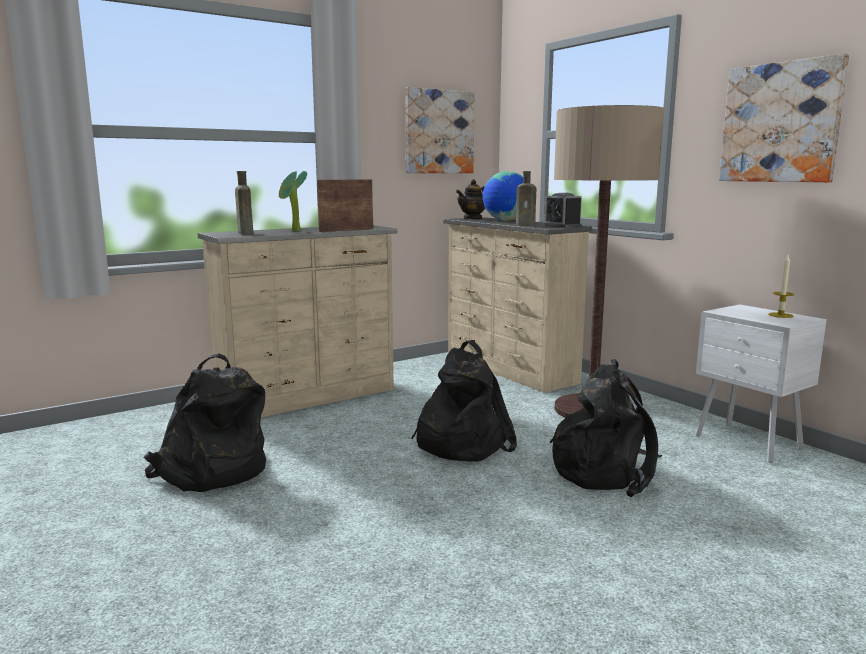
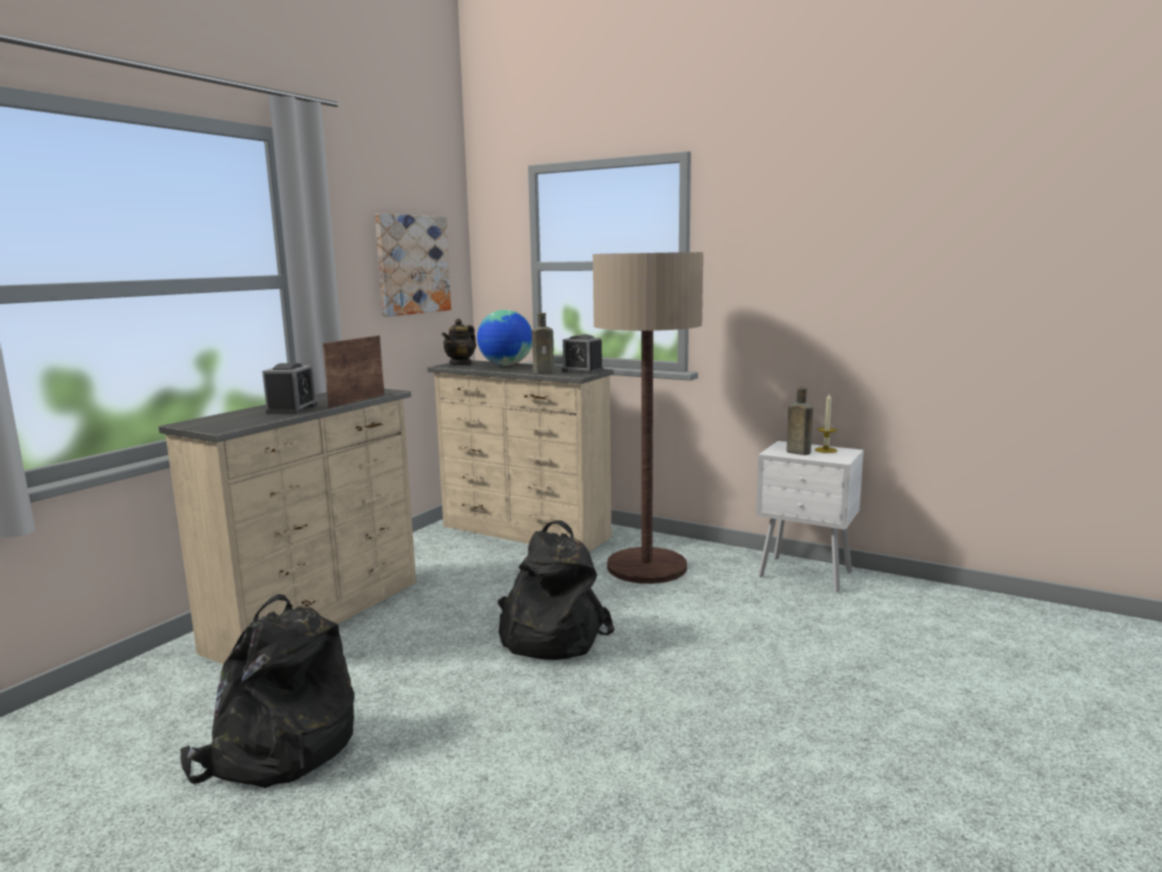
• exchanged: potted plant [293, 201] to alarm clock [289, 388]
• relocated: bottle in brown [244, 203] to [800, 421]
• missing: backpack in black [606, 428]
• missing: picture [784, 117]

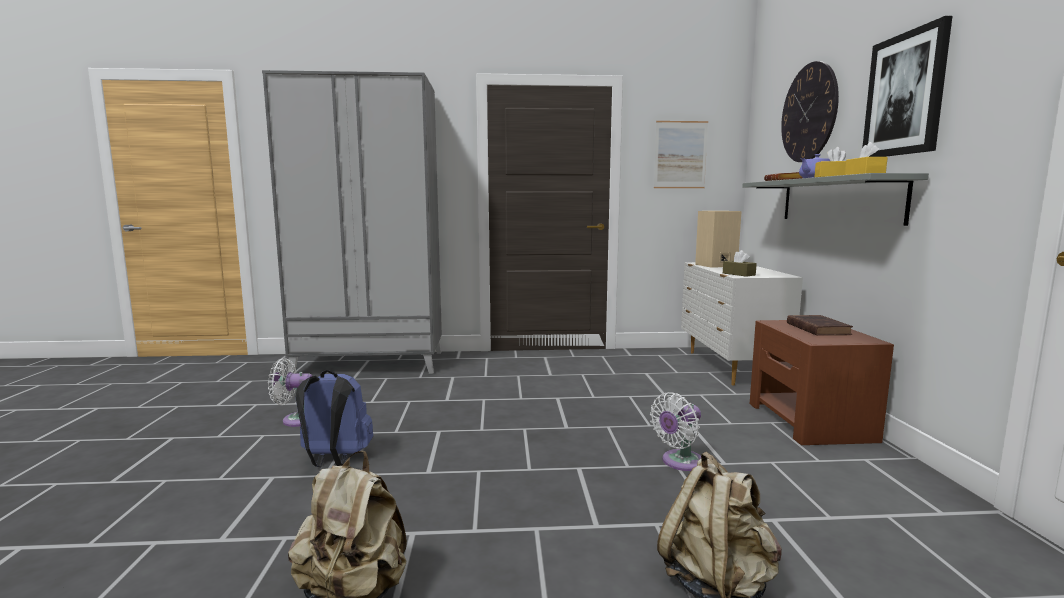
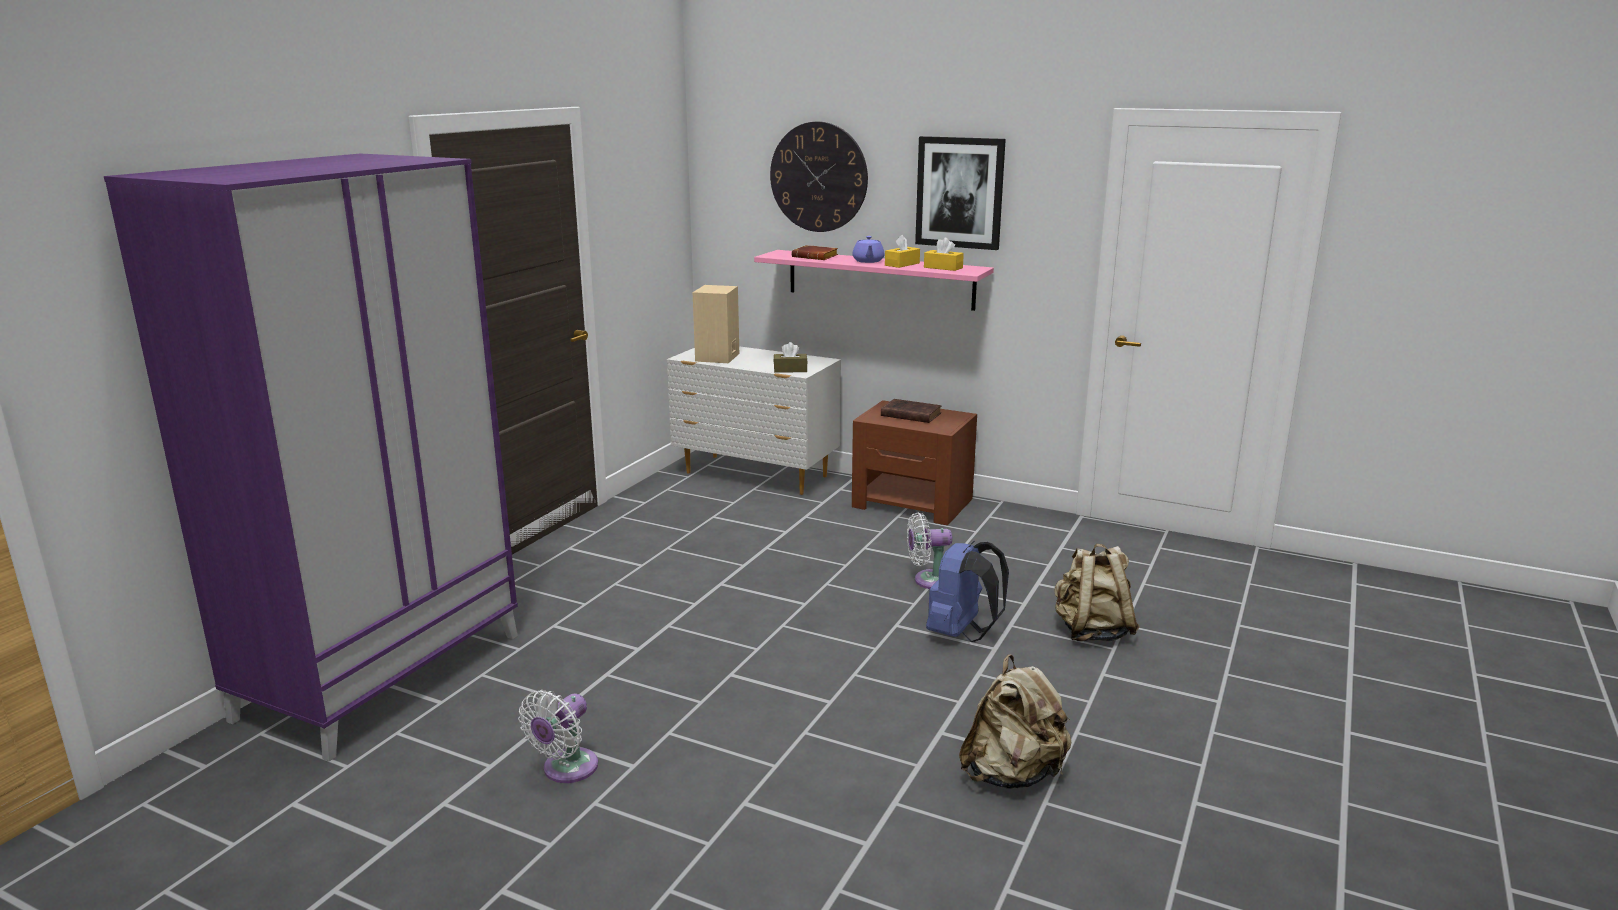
• colour: wardrobe in grey [352, 222] to wardrobe in purple [311, 457]
• colour: shelf in grey [835, 199] to shelf in pink [874, 280]
• spun: fan in white [675, 431] = [929, 551] 90 degrees clockwise
• relocated: backpack in blue [334, 418] to [967, 591]
• missing: picture [681, 154]

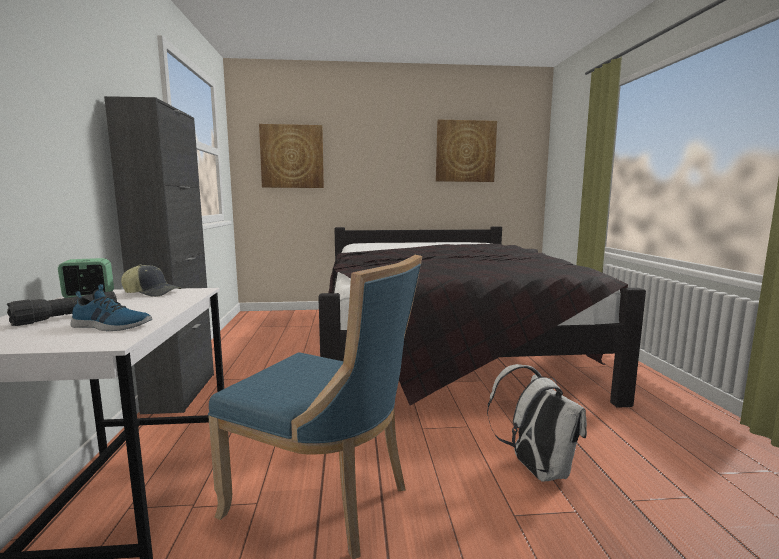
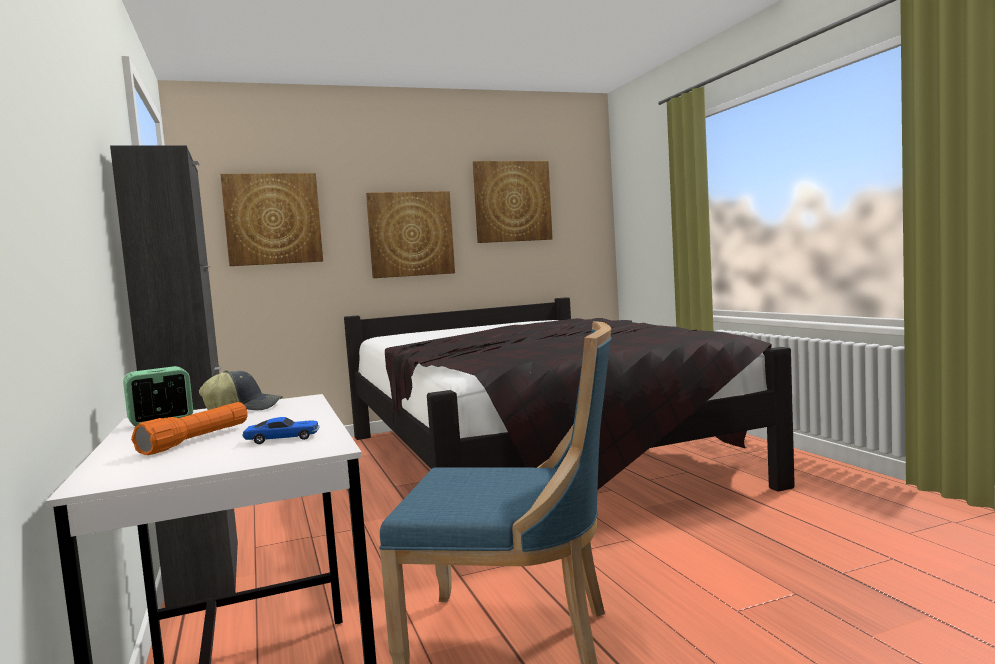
• colour: flashlight in black [62, 308] to flashlight in orange [189, 428]
• exchanged: shoe [111, 307] to toy car [281, 430]
• appeared: picture [410, 234]
• missing: backpack in white [537, 423]

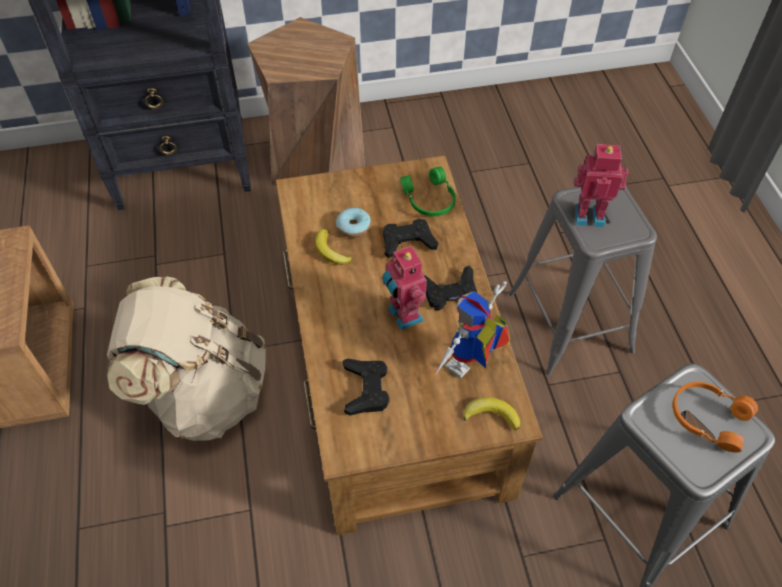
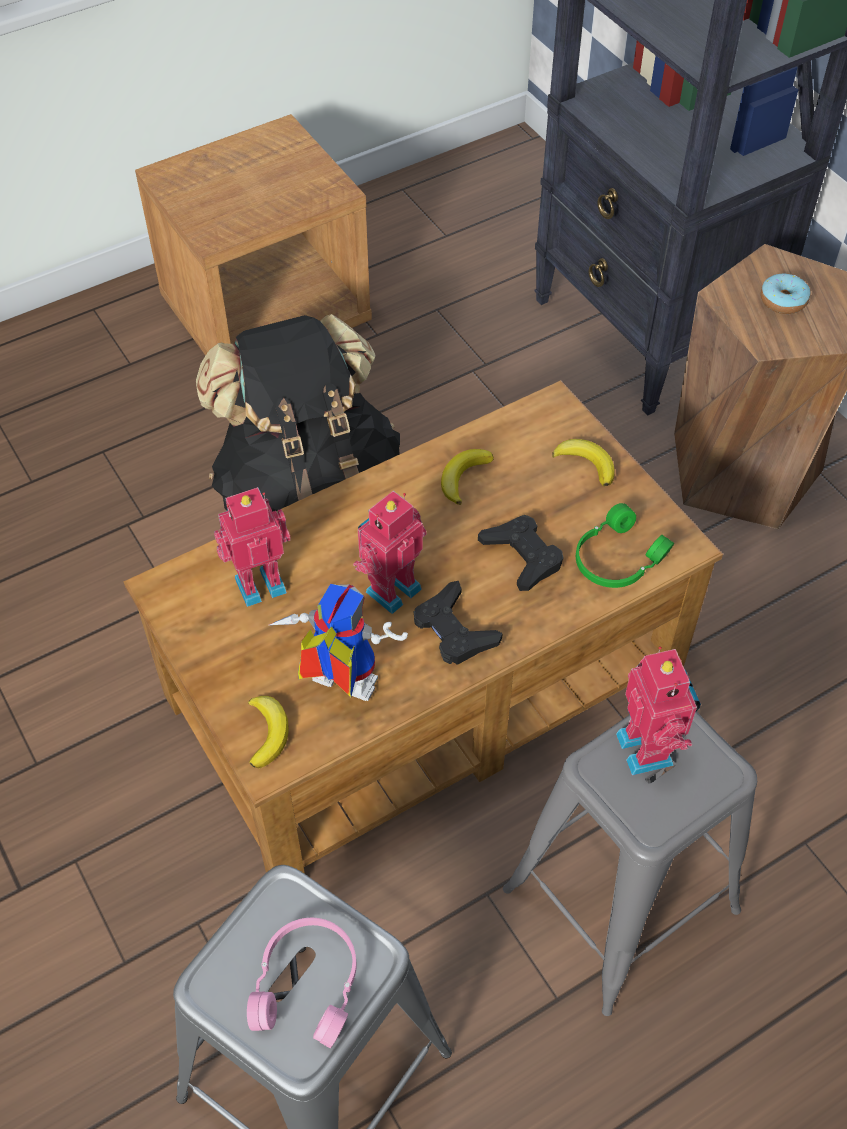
• colour: backpack in beige [186, 358] to backpack in black [298, 412]
• exchanged: game controller in black [366, 387] to toy robot [252, 547]
• colour: headphones in orange [715, 417] to headphones in pink [301, 983]
• appeared: banana [583, 462]
• relocated: donut [353, 223] to [785, 294]

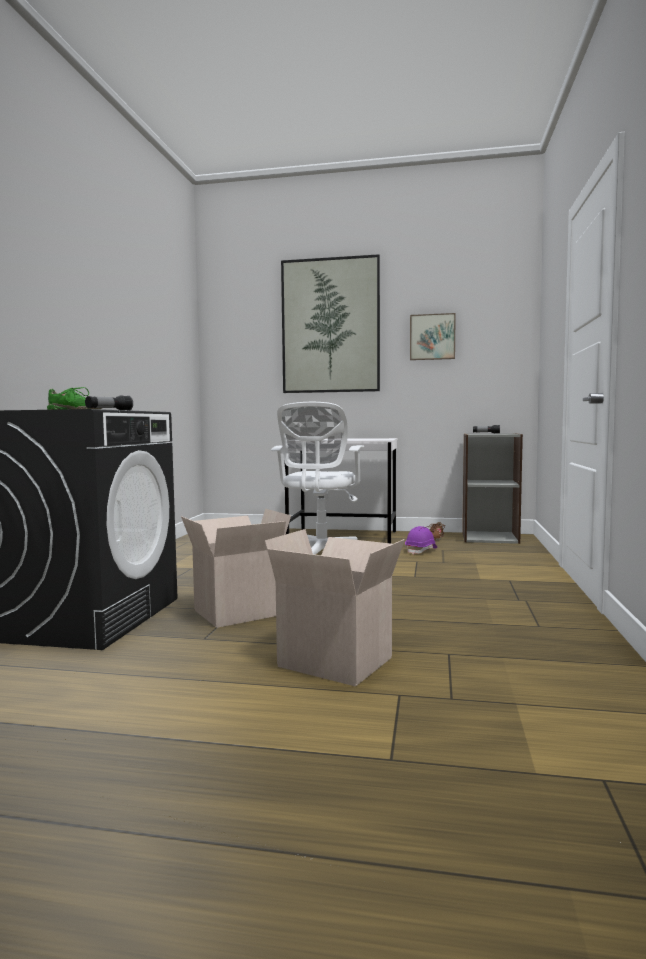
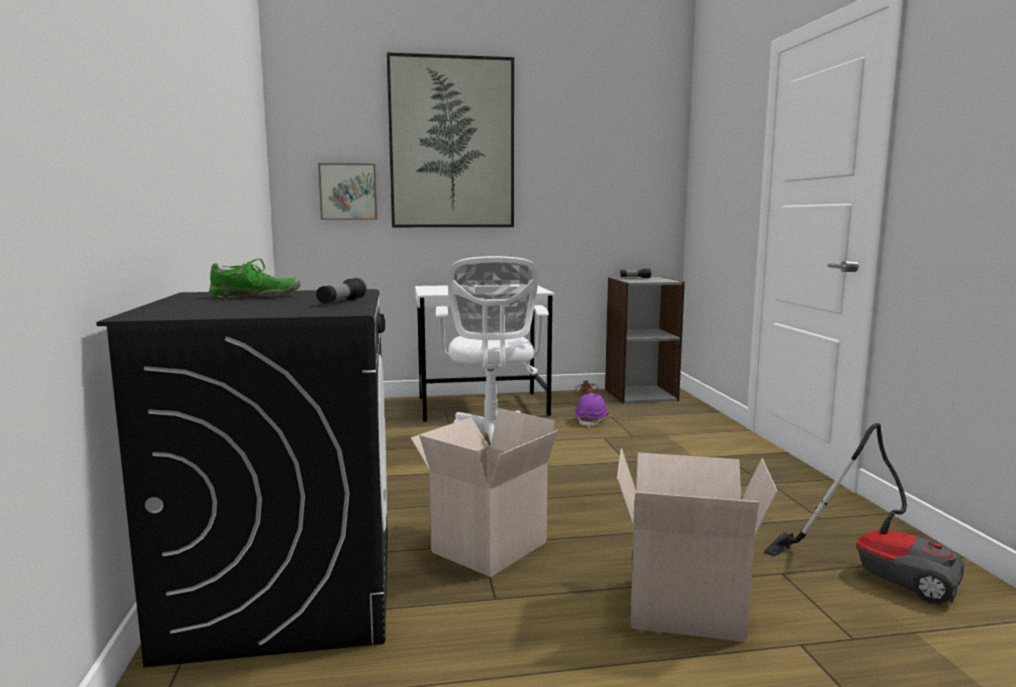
• relocated: picture [433, 336] to [347, 191]
• appeared: vacuum cleaner [864, 513]

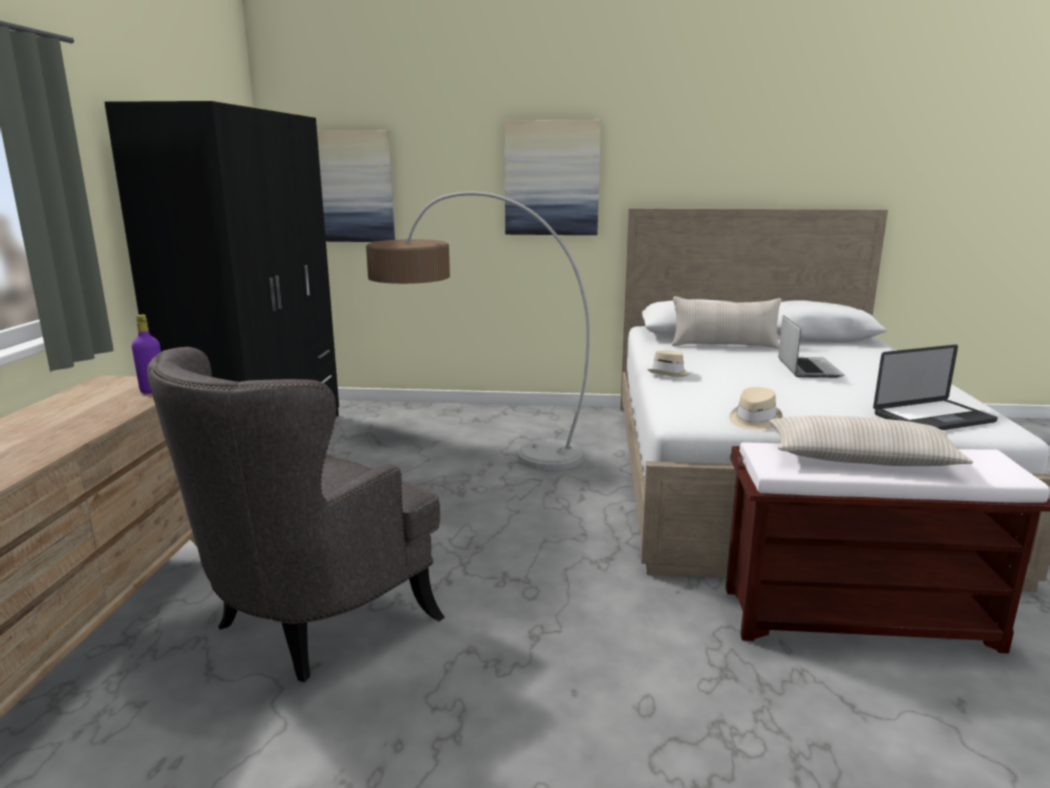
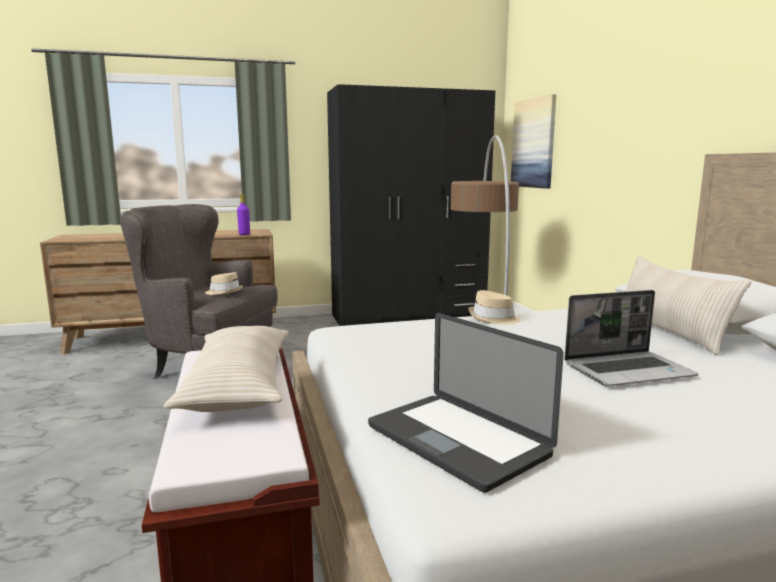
• relocated: hat in beige [756, 408] to [224, 283]
• missing: picture [552, 177]

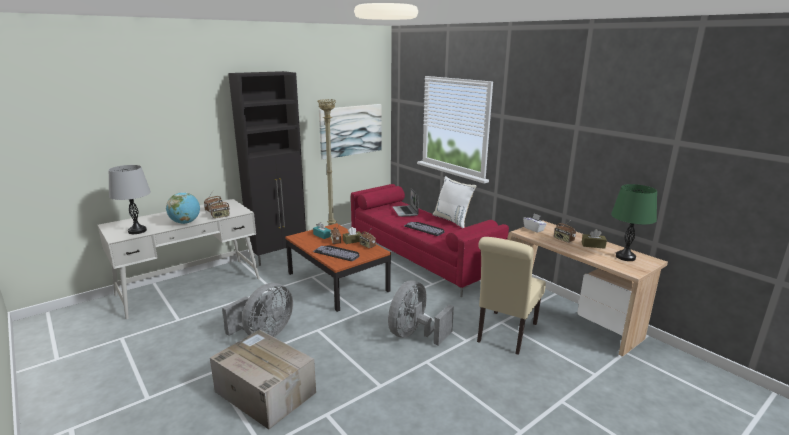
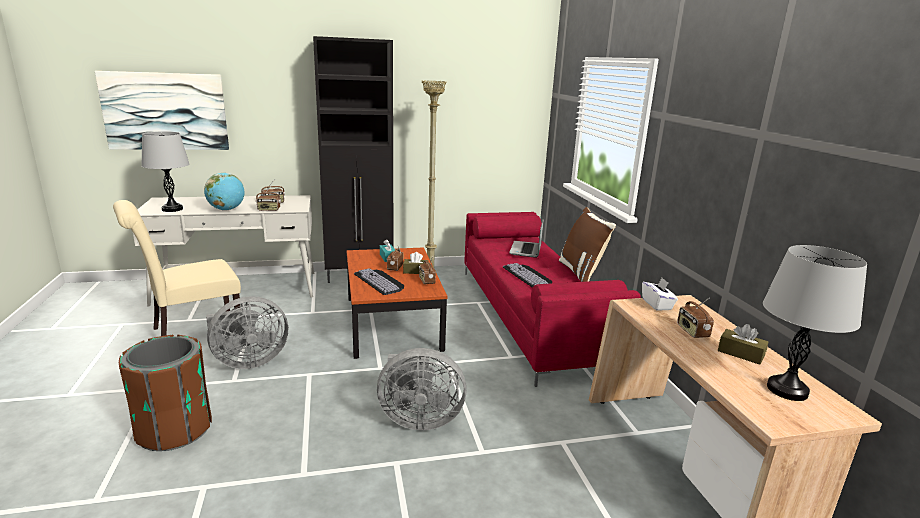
• relocated: picture [350, 132] to [162, 110]
• relocated: chair in beige [511, 296] to [177, 268]
• exchanged: cardboard box [263, 380] to trash can in brown [165, 393]
• spun: fan in grey [421, 313] = [422, 389] 150 degrees counterclockwise
• colour: pillow in white [454, 202] to pillow in brown [587, 244]
• colour: table lamp in green [634, 222] to table lamp in grey [815, 323]

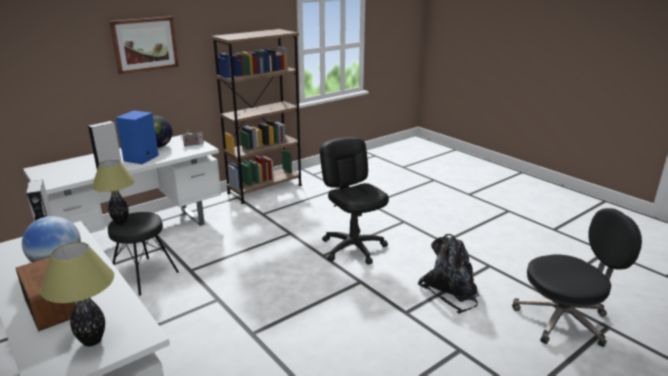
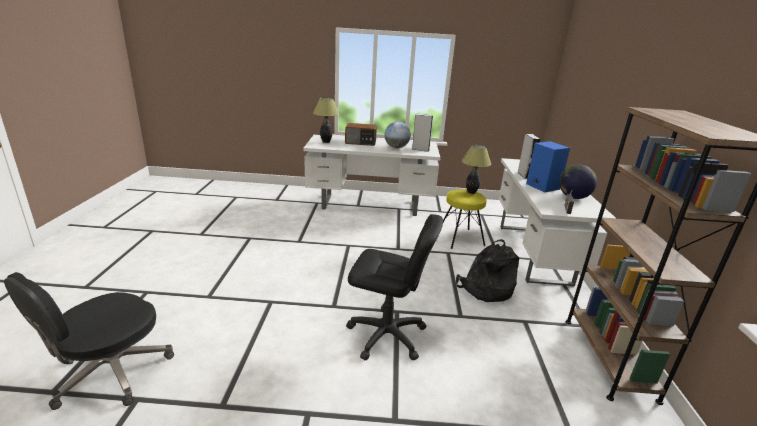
• colour: stool in black [143, 254] to stool in yellow [465, 219]
• relocated: backpack in black [448, 274] to [487, 270]
• missing: picture [144, 45]

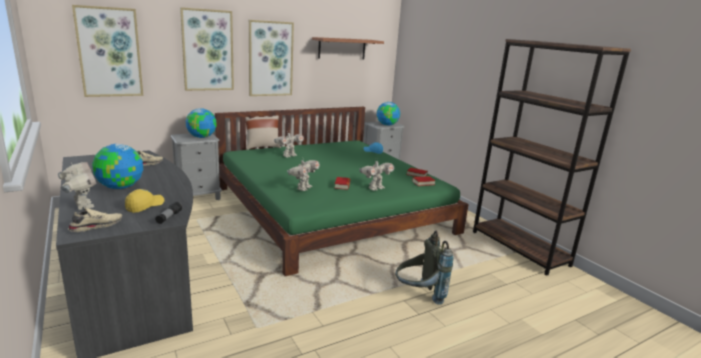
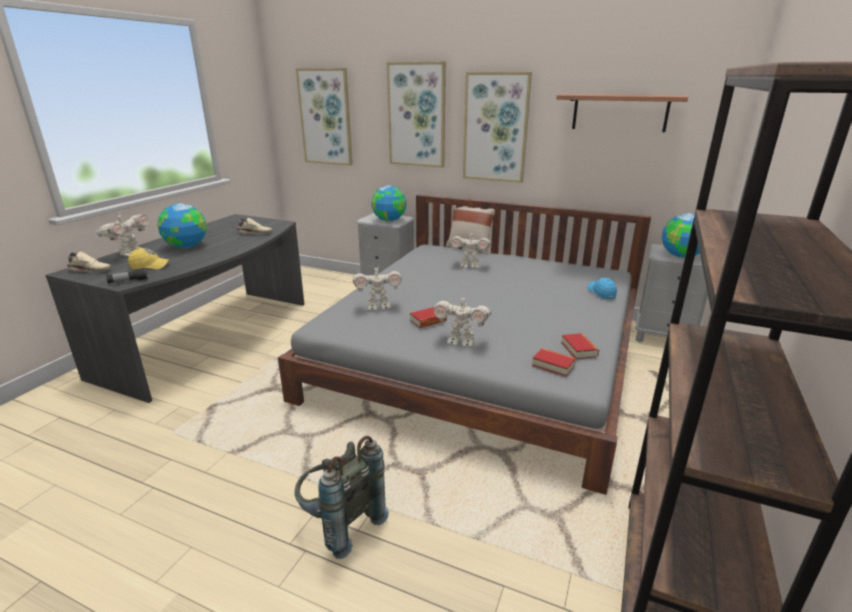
• colour: bed in green [342, 191] to bed in grey [464, 344]

